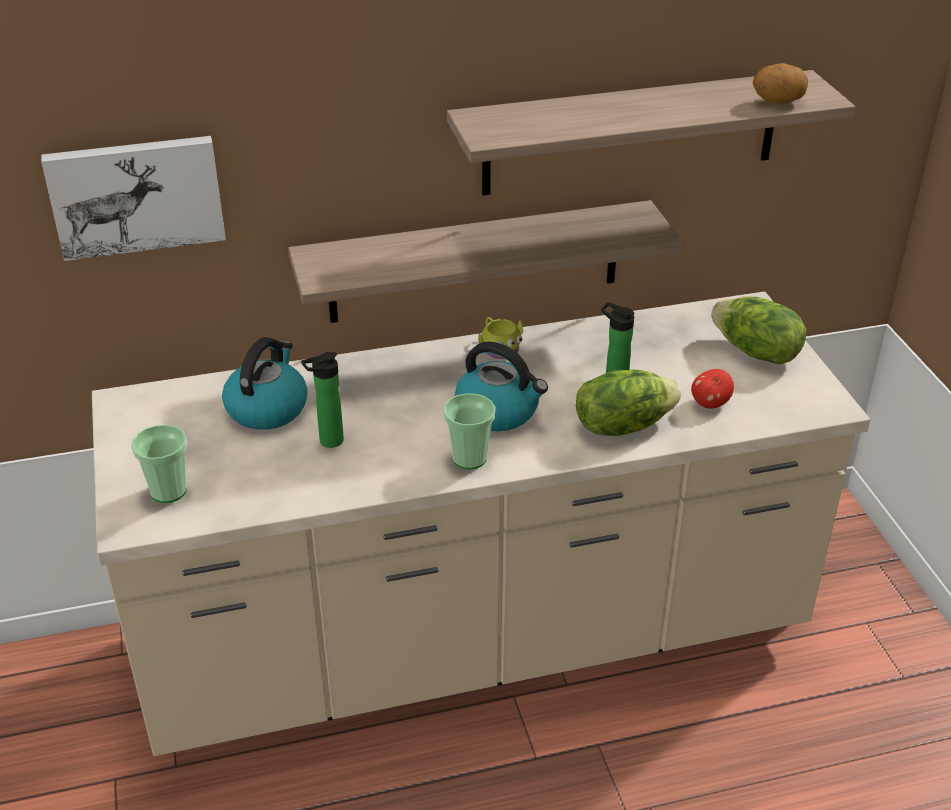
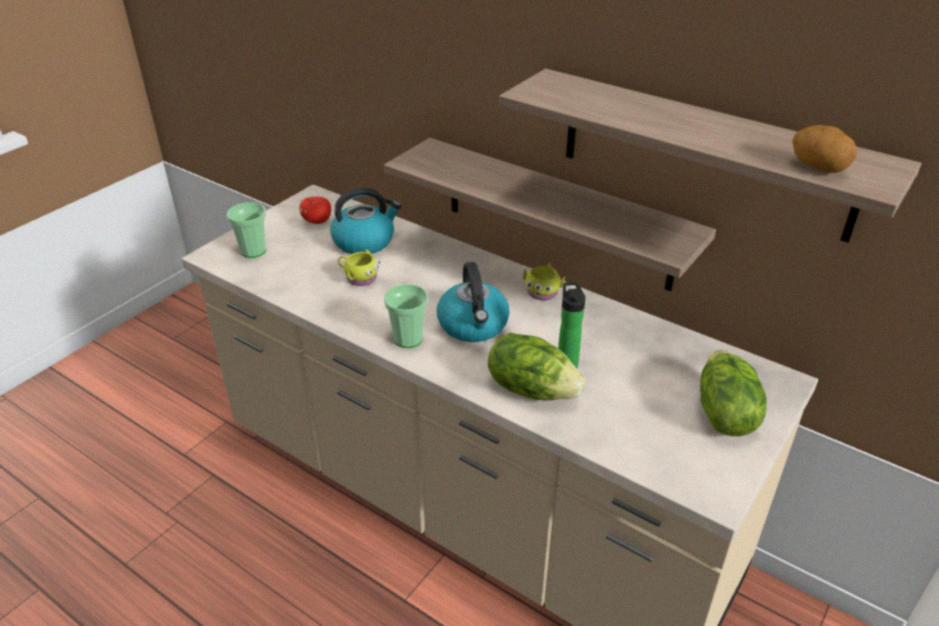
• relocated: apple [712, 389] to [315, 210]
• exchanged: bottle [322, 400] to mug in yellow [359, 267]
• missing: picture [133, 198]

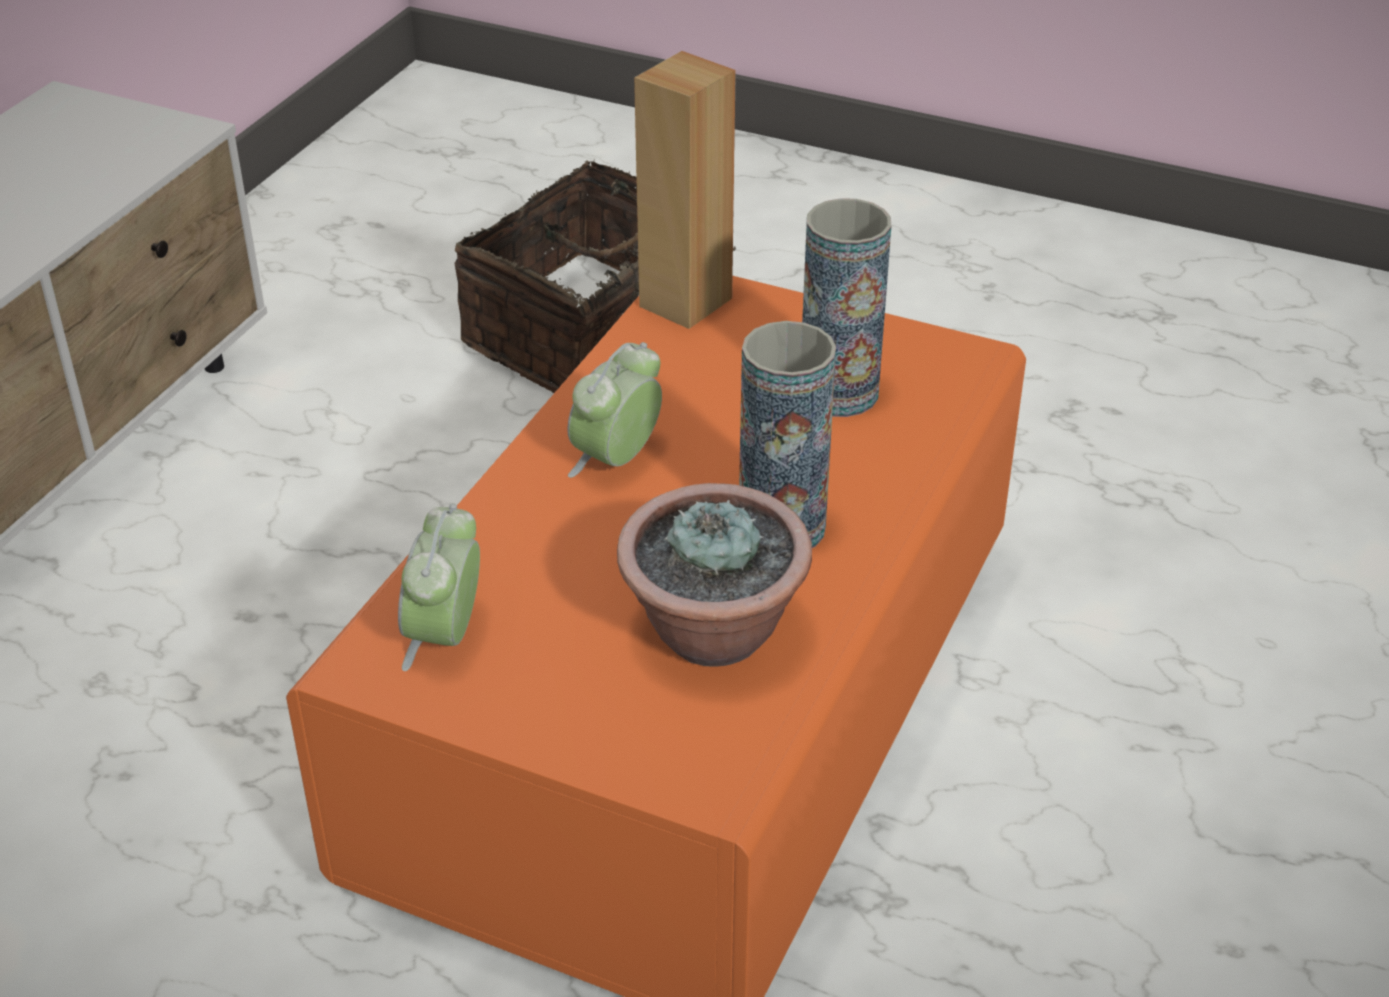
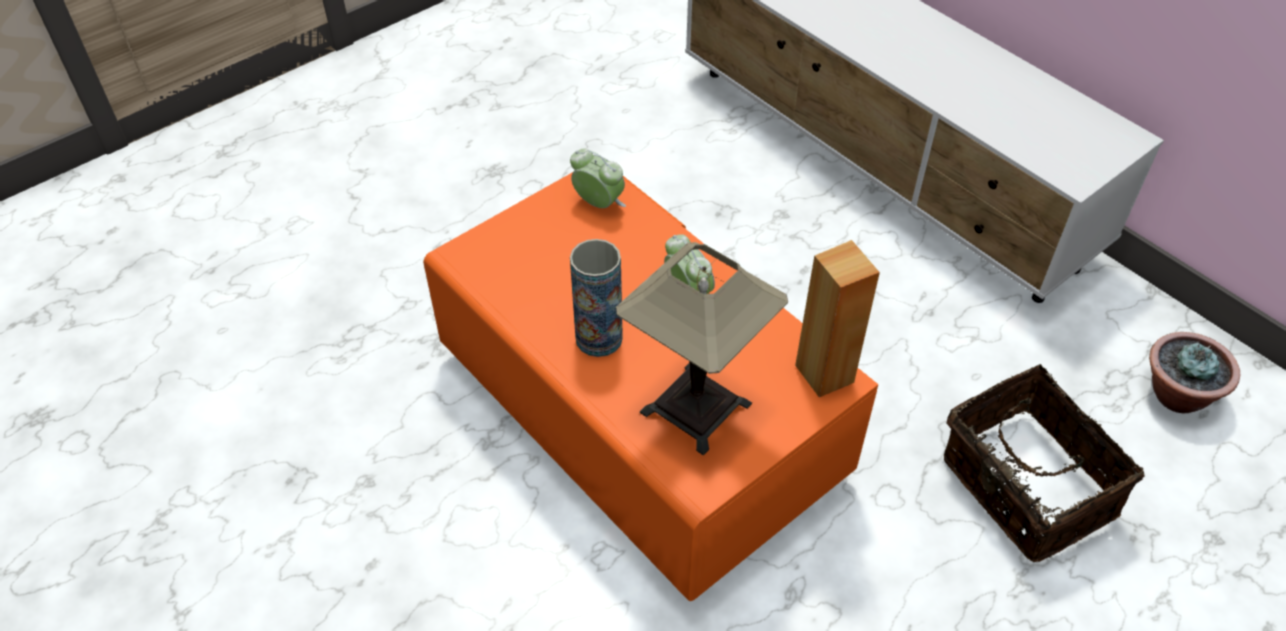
• exchanged: vase [846, 307] to table lamp [702, 349]
• relocated: potted plant [714, 575] to [1194, 372]

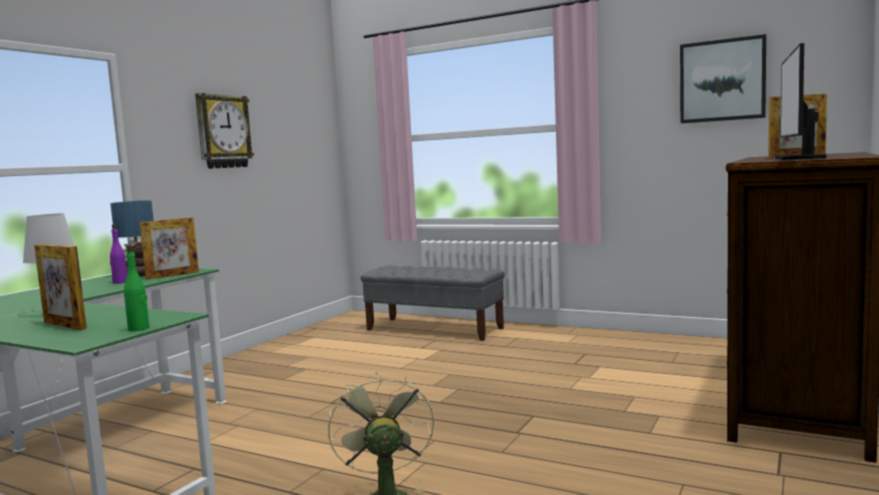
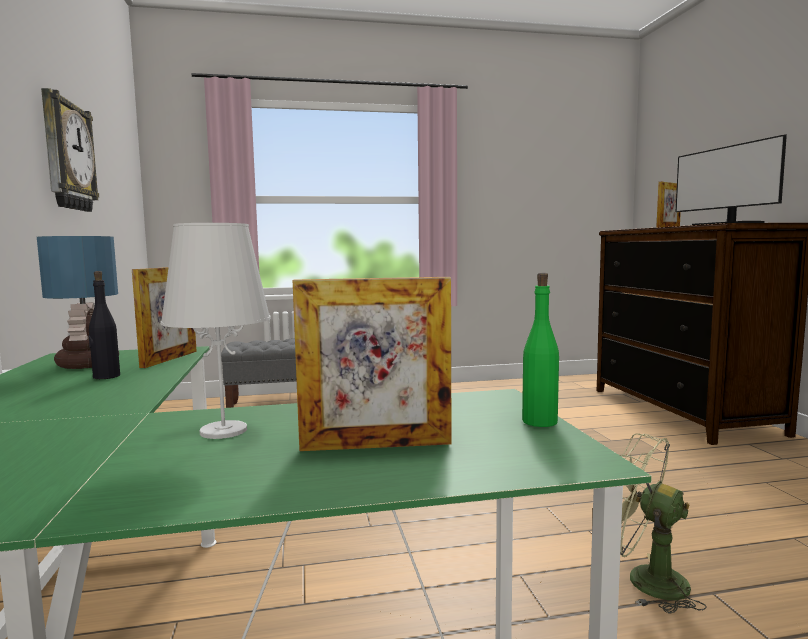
• colour: bottle in purple [118, 254] to bottle in black [104, 325]
• missing: picture [723, 78]

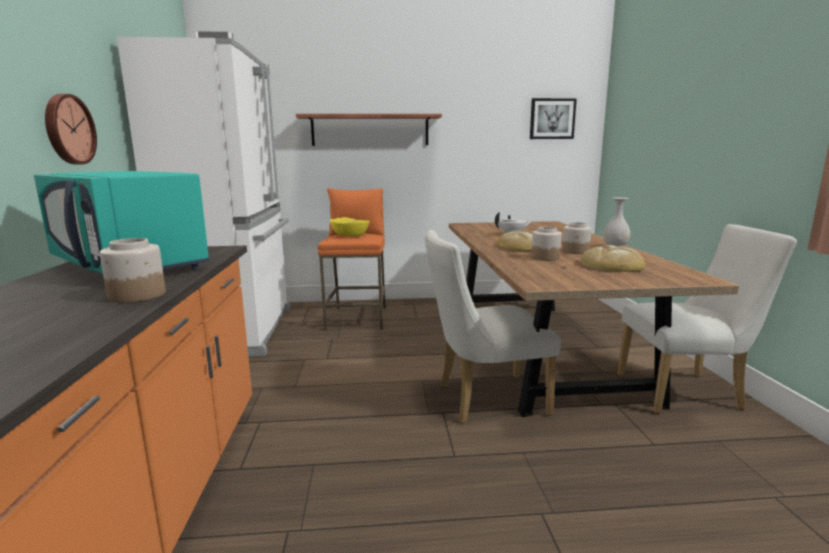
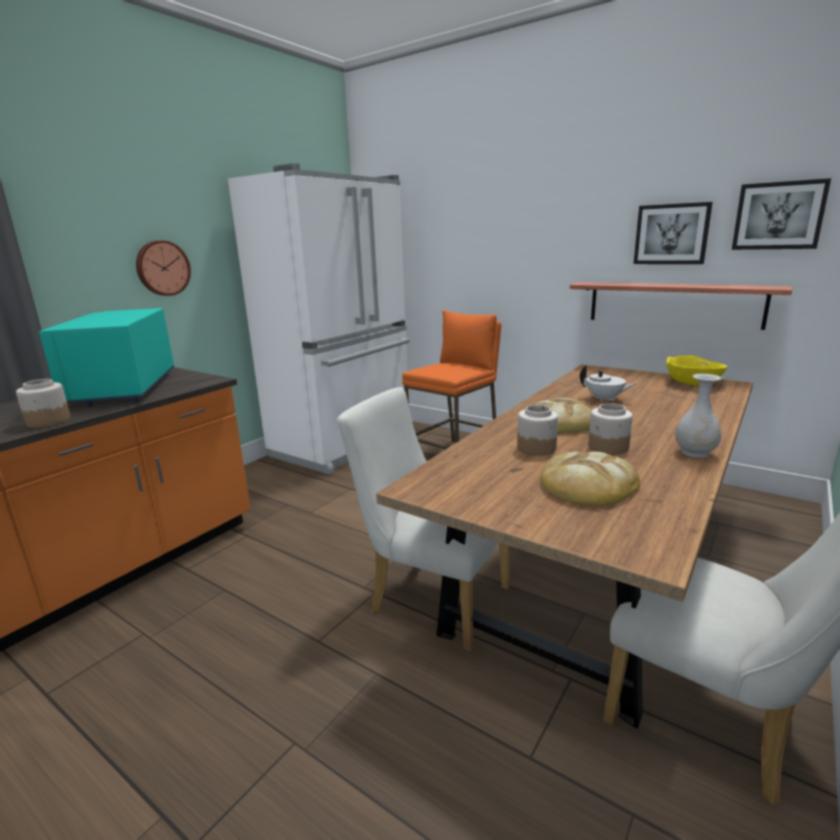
• relocated: shelf [369, 130] to [681, 306]
• appeared: picture [673, 233]
• relocated: bowl in yellow [350, 227] to [696, 370]

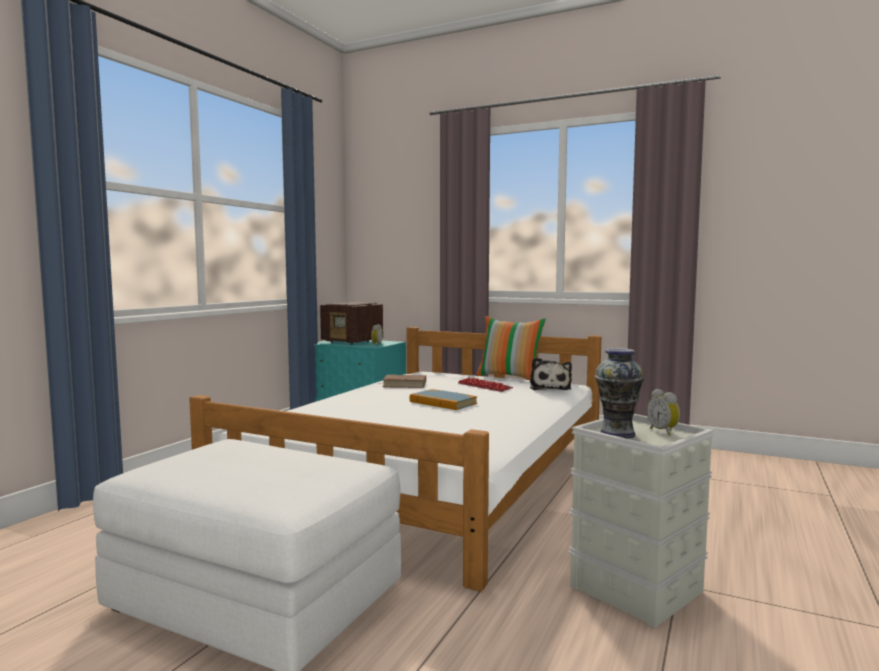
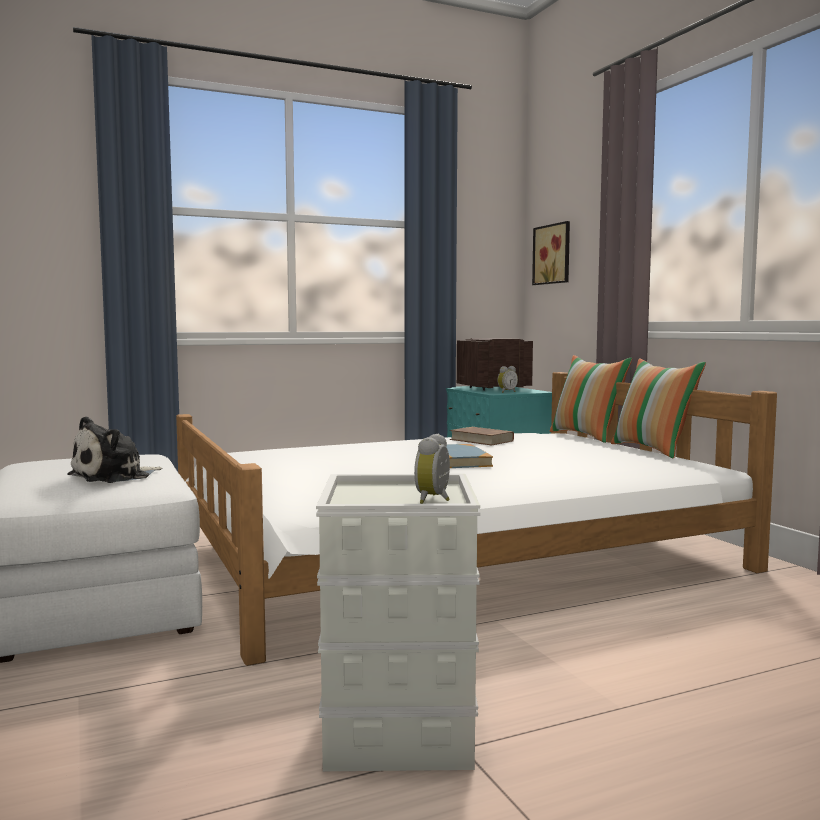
• relocated: plush toy [551, 373] to [114, 449]
• spun: radio [351, 323] = [495, 364] 90 degrees clockwise
• appeared: picture [551, 253]
• appeared: pillow [591, 399]
• missing: keyboard [485, 384]
• missing: vase [619, 393]

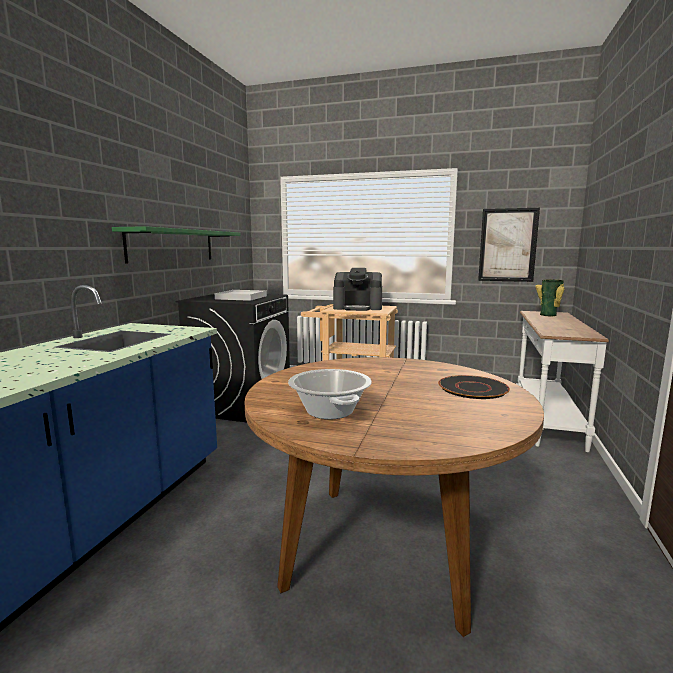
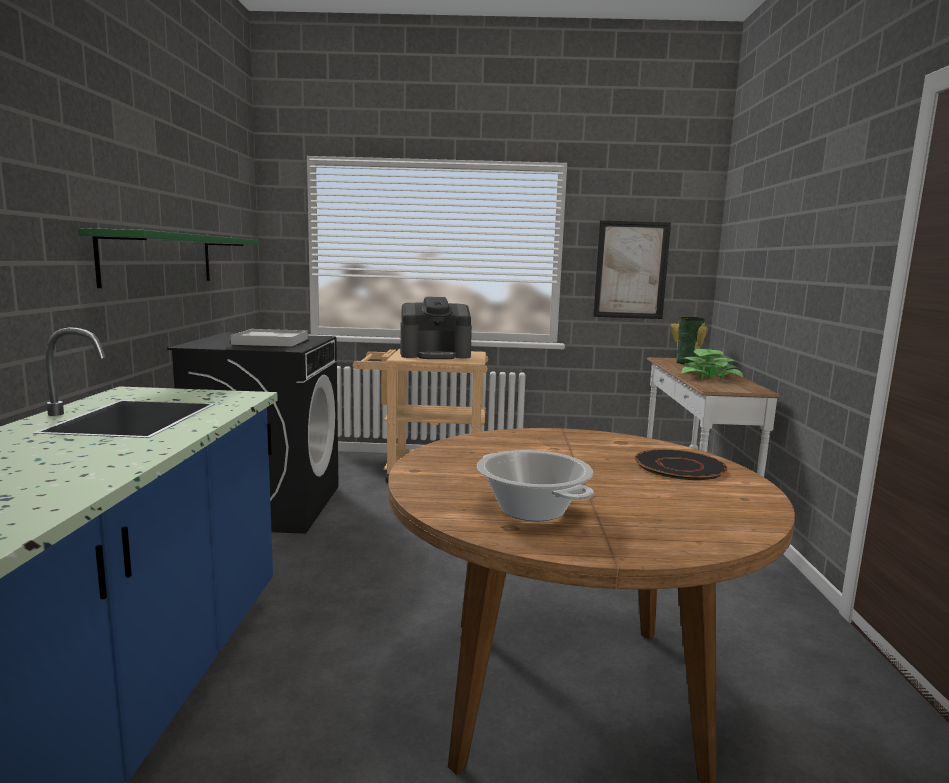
• appeared: potted plant [712, 364]

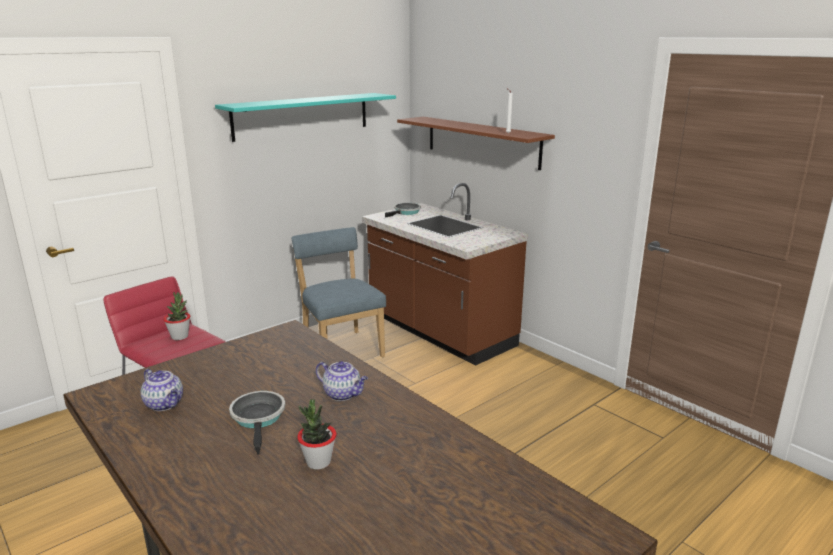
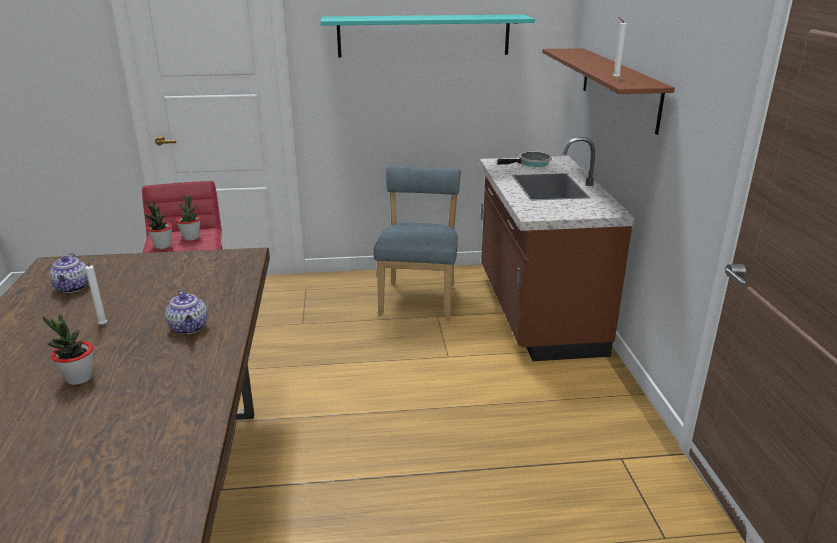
• exchanged: frying pan [257, 423] to candle in white [96, 291]
• appeared: potted plant [158, 224]

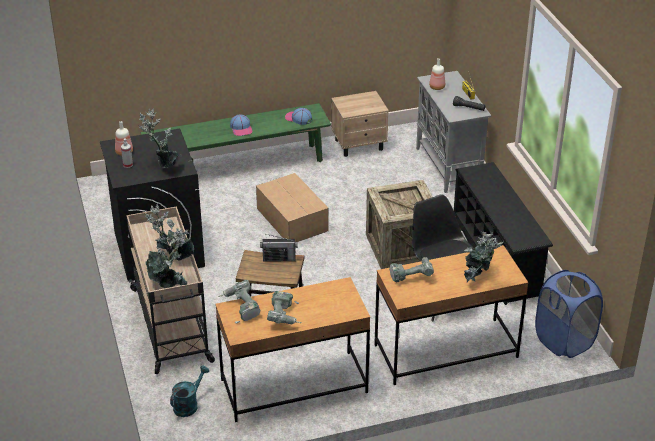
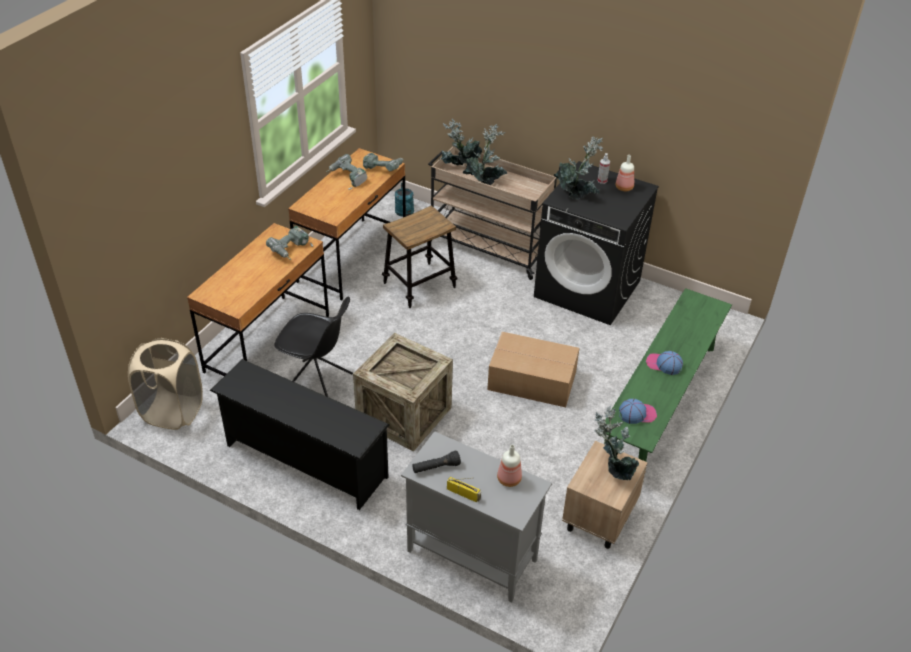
• colour: laundry basket in blue [569, 314] to laundry basket in beige [165, 384]
• relocated: potted plant [484, 256] to [616, 442]
• missing: radio [279, 248]

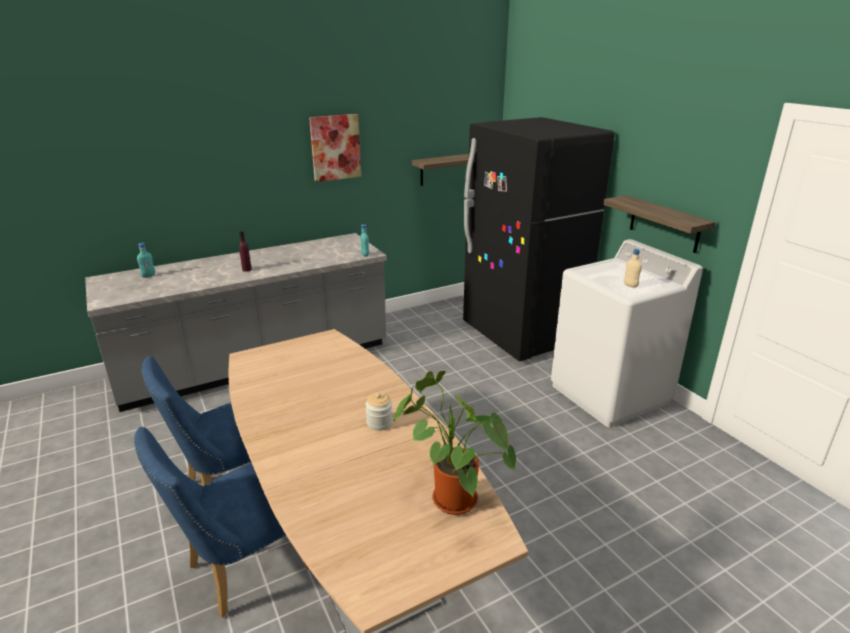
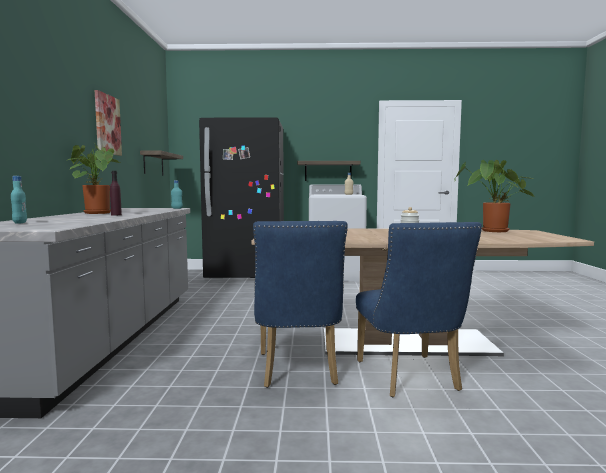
• appeared: potted plant [94, 178]

